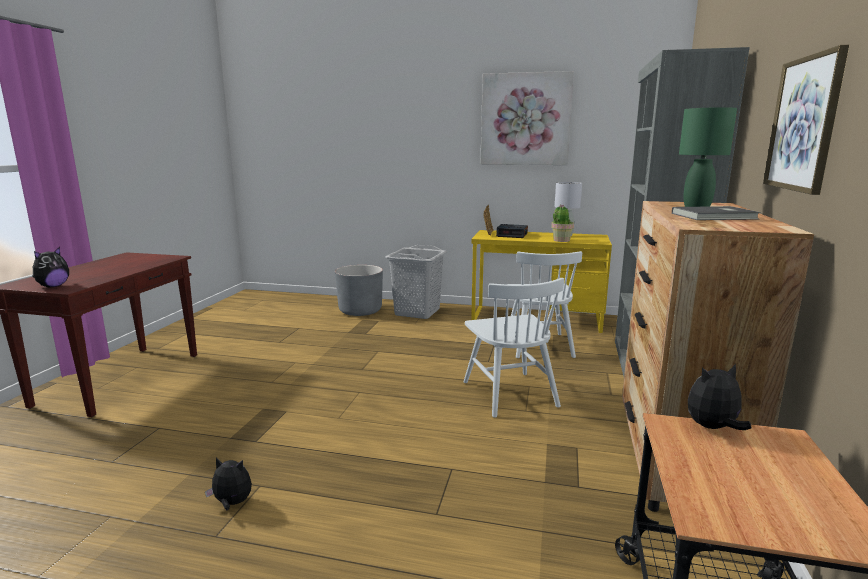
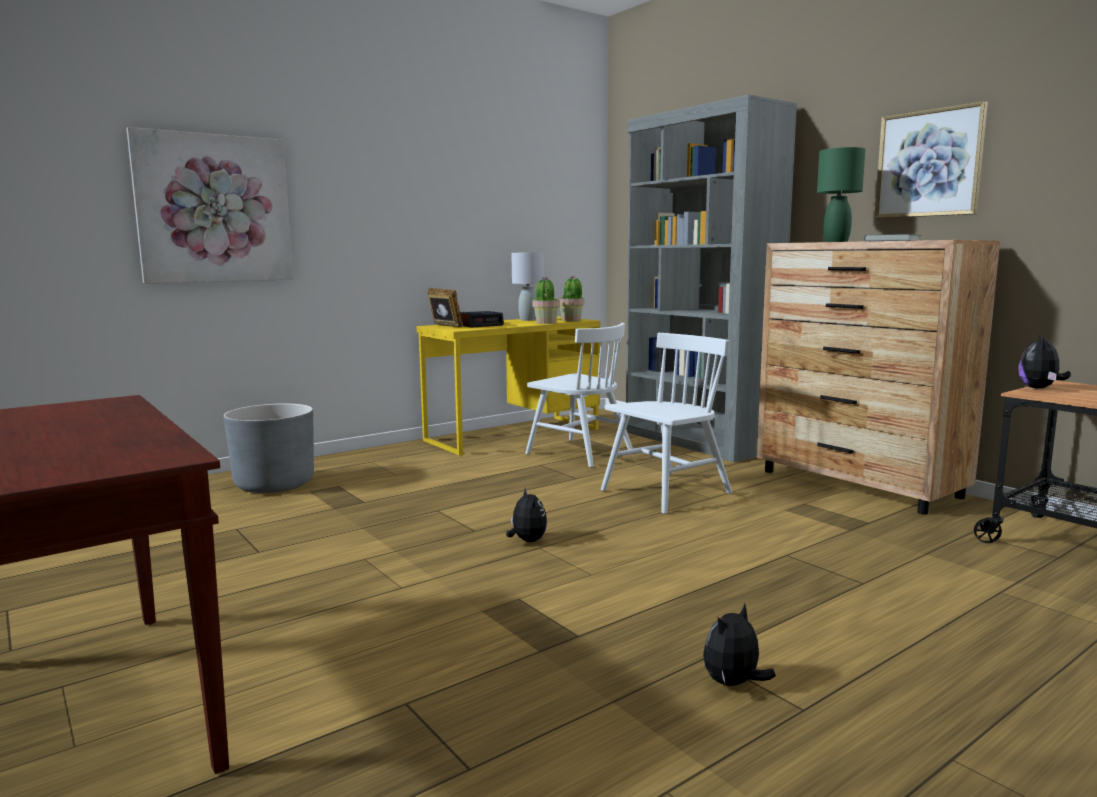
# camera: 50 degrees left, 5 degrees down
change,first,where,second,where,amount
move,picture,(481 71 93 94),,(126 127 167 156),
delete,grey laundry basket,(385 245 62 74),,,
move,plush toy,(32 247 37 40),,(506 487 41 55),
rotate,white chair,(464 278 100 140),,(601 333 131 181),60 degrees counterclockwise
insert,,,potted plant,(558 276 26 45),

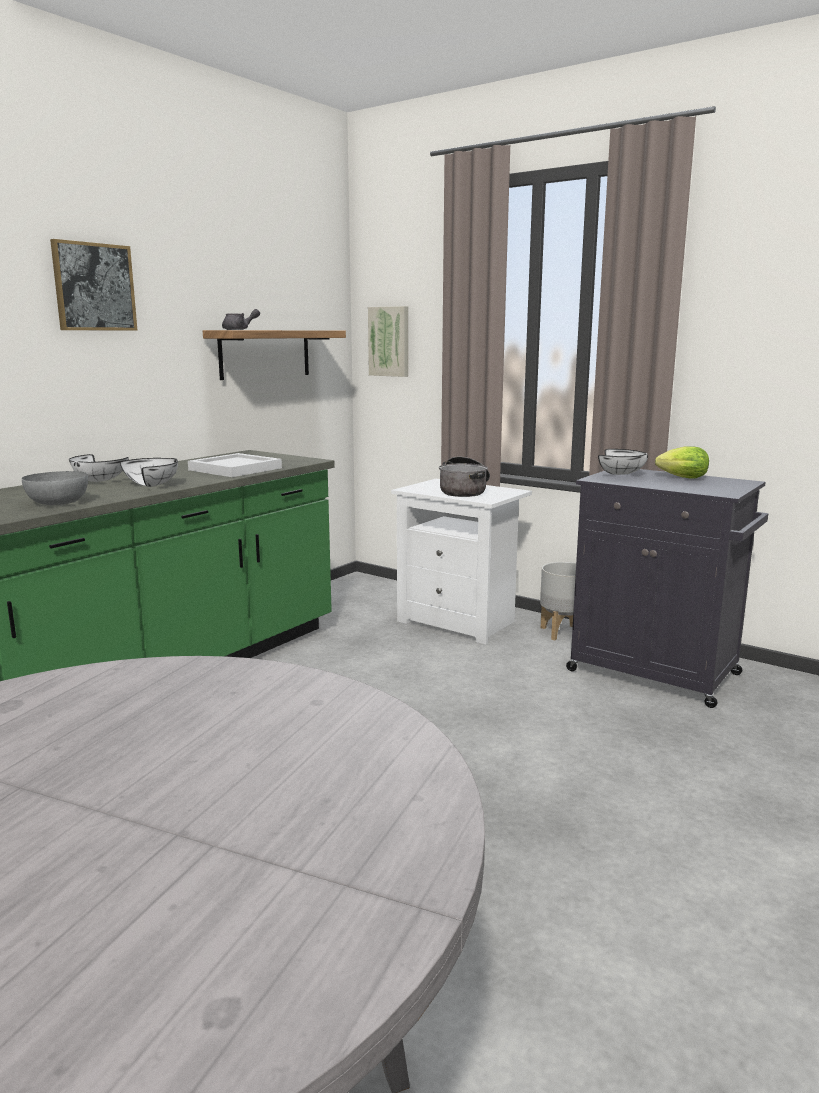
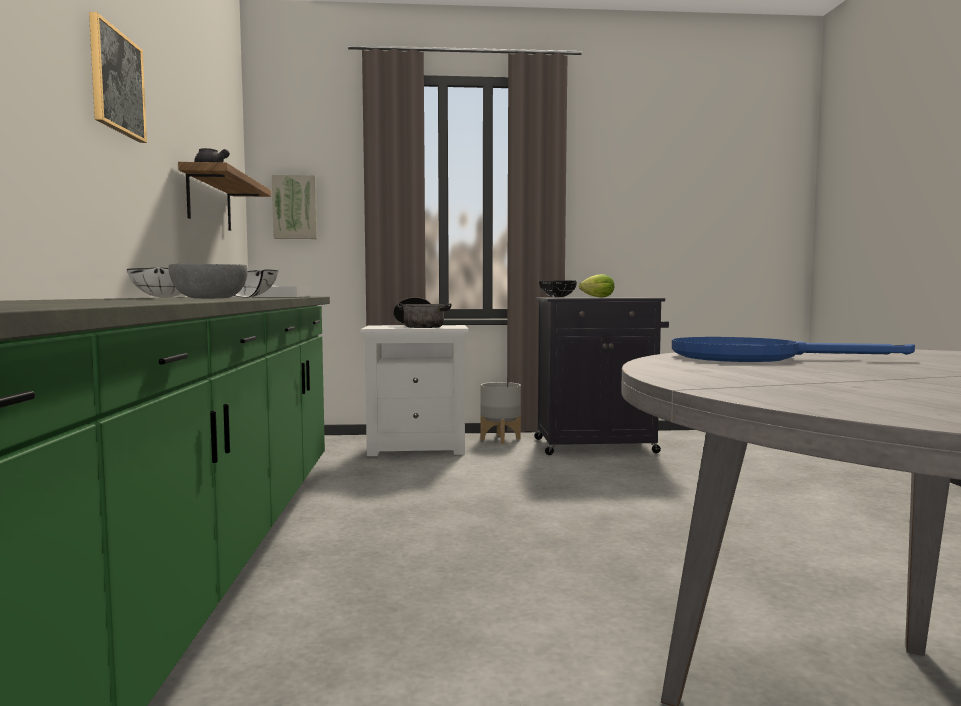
# camera: 40 degrees left, 10 degrees down
change,first,where,second,where,amount
recolor,white bowl,(598 449 50 26),black bowl,(539 280 38 18),
insert,,,blue frying pan,(672 337 243 25),

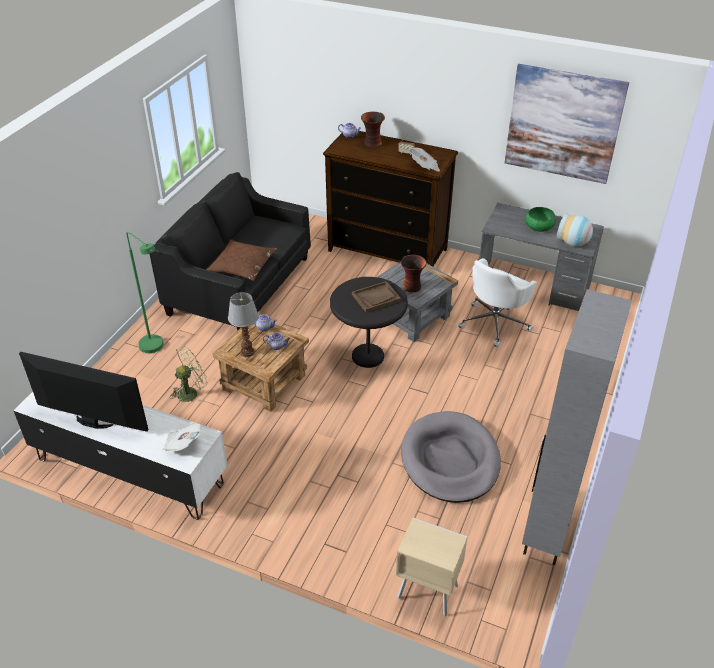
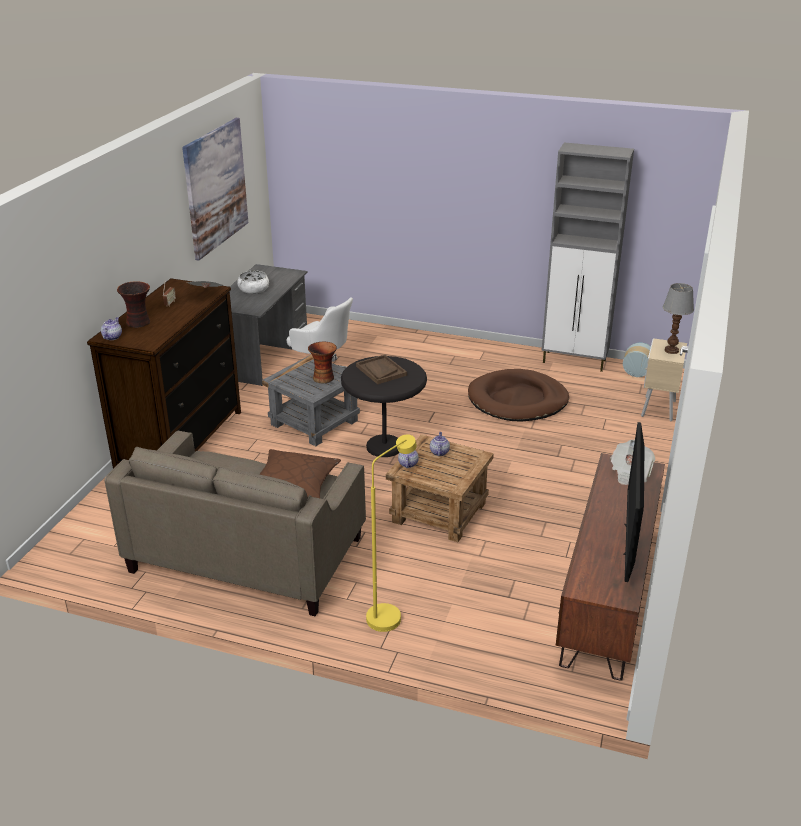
# camera: 95 degrees left, 10 degrees down
change,first,where,second,where,amount
recolor,black sofa,(150 172 161 159),beige sofa,(105 430 261 187),
recolor,green bowl,(525 207 31 25),white bowl,(237 270 32 24),
move,vase,(557 213 36 33),,(623 342 28 35),
recolor,green floor lamp,(126 232 37 121),yellow floor lamp,(366 434 51 198),
move,table lamp,(228 292 31 65),,(663 283 31 71),
delete,green fan,(170 346 38 57),,,
recolor,white tv stand,(13 392 214 128),brown tv stand,(556 453 109 228),
recolor,grey dog bed,(401 411 100 92),brown dog bed,(468 369 101 53),

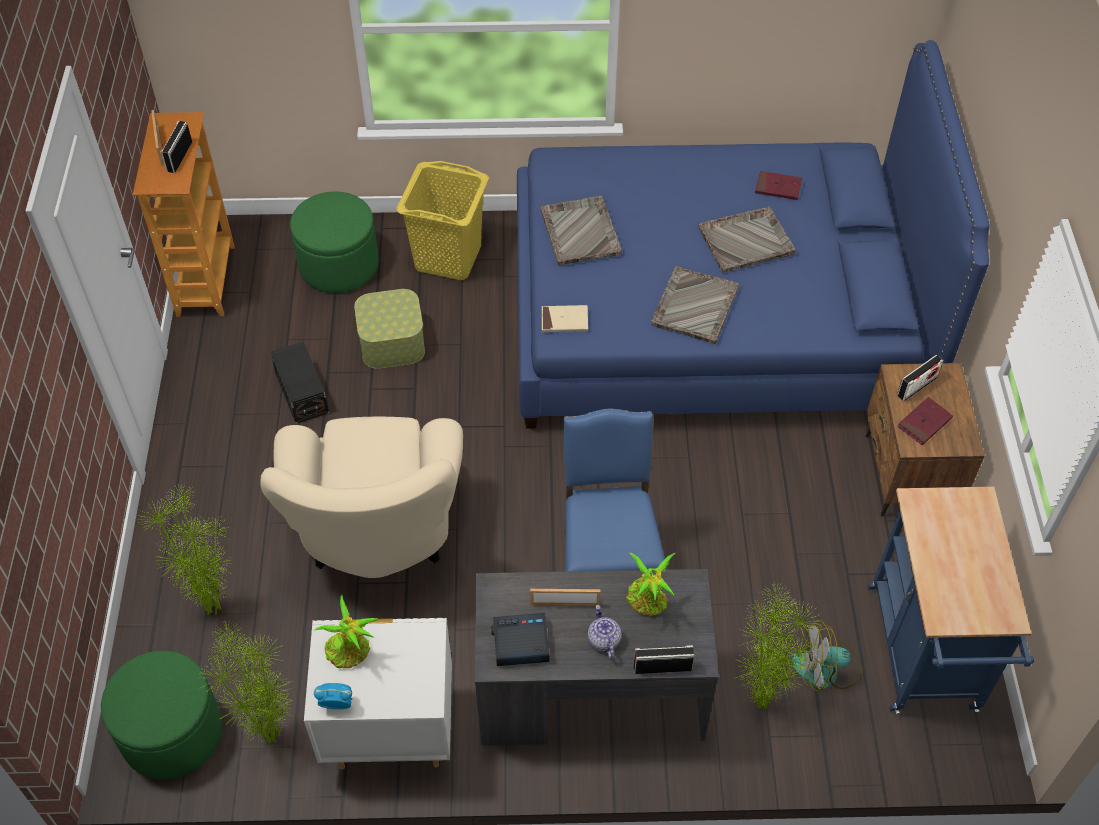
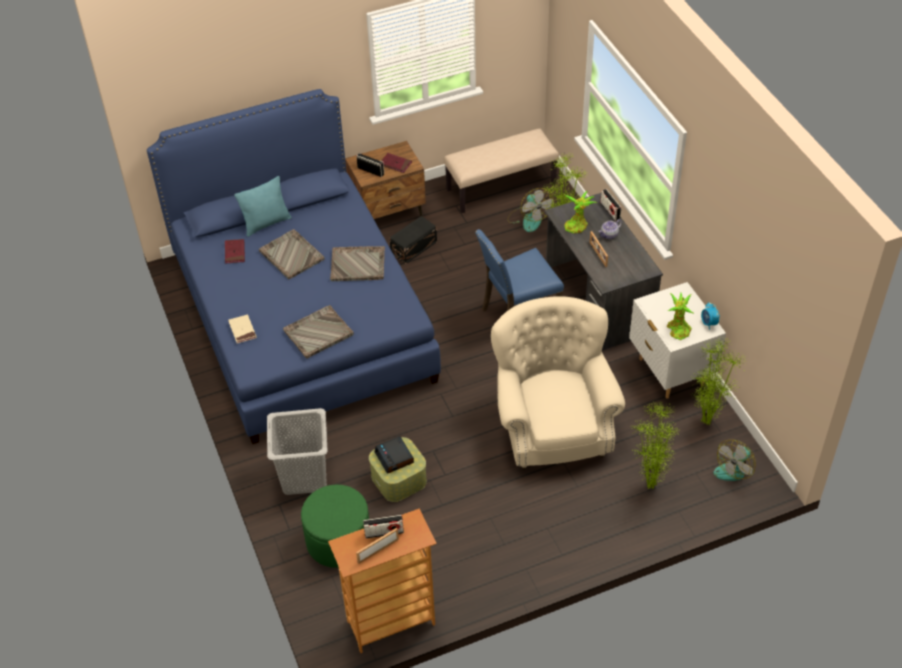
# camera: 110 degrees left, 5 degrees down
change,first,where,second,where,amount
recolor,yellow laundry basket,(396 161 93 119),grey laundry basket,(267 408 61 87),
move,beige book,(542 305 46 27),,(228 315 29 28),
move,black storage box,(270 341 59 83),,(390 216 47 48),
rotate,beige armchair,(260 417 203 161),,(491 296 134 174),75 degrees counterclockwise
replace,blue cart,(868 487 166 227),beige bench,(444 128 115 85),
move,alarm clock,(491 613 58 53),,(375 436 39 38),
replace,green ottoman,(101 651 121 128),fan,(713 440 43 41),
insert,,,turquoise pillow,(234 176 58 61),

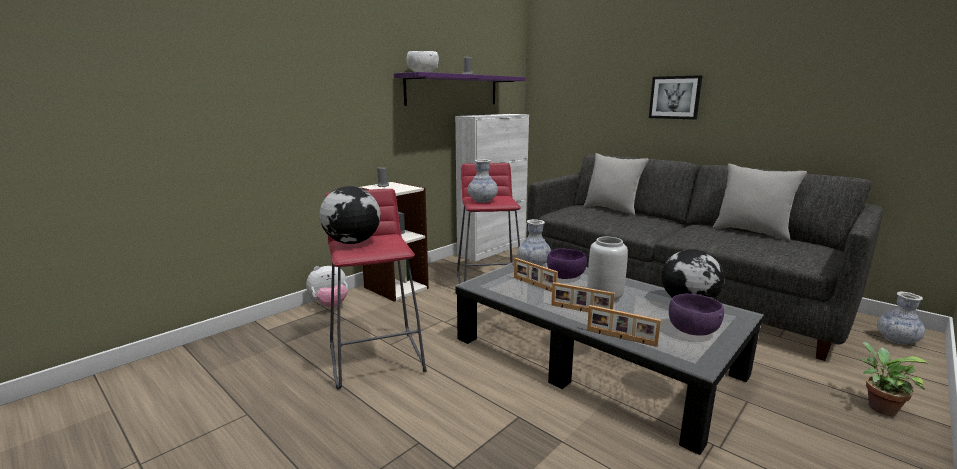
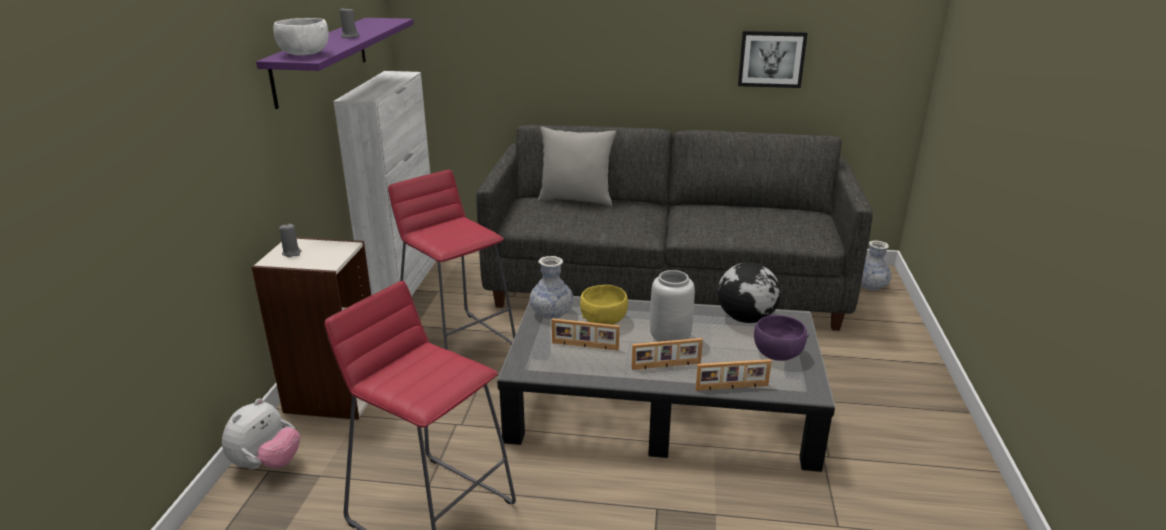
# camera: 35 degrees left, 10 degrees up
change,first,where,second,where,amount
move,picture,(649 75 54 45),,(738 31 70 57),
delete,vase,(468 159 30 44),,,
delete,grey pillow,(713 164 94 77),,,
delete,globe,(320 186 61 58),,,
recolor,purple bowl,(547 248 40 31),yellow bowl,(580 285 48 40),
delete,potted plant,(860 341 70 75),,,

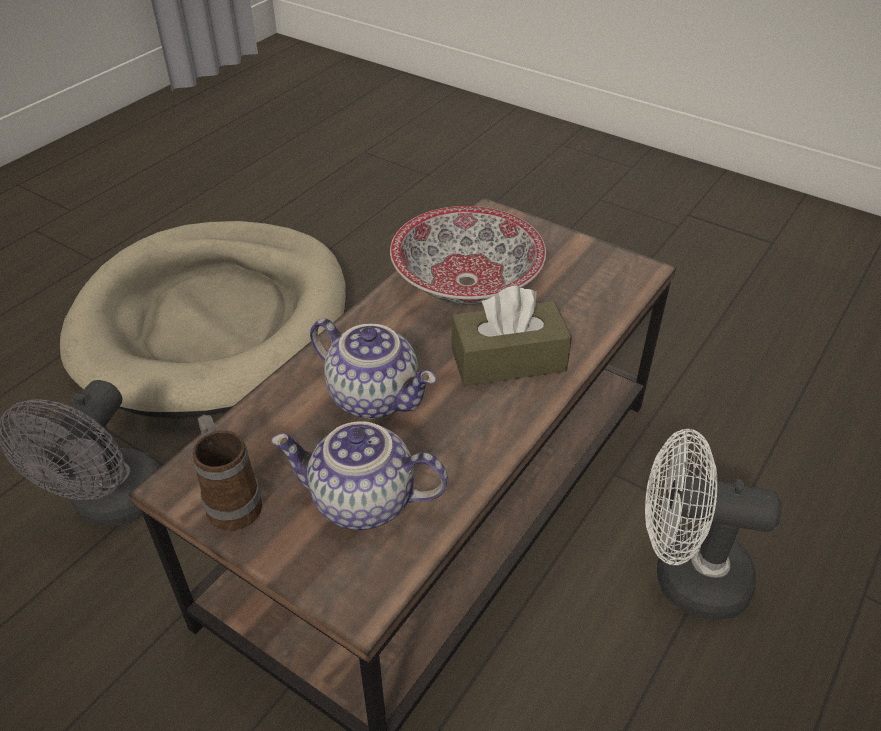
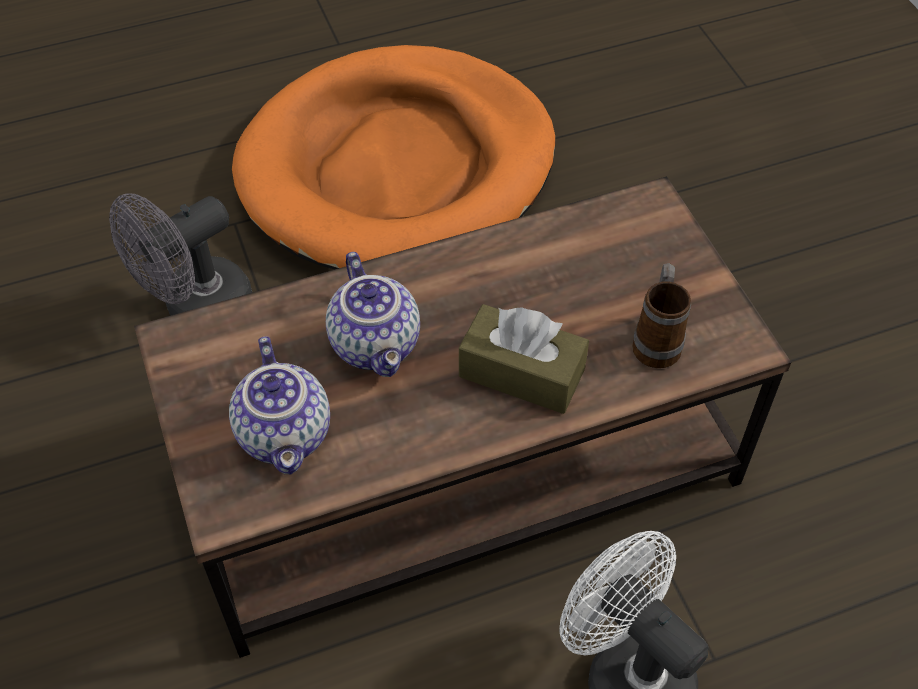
# camera: 35 degrees right, 10 degrees up
change,first,where,second,where,amount
delete,bowl,(390 206 156 99),,,
recolor,beige dog bed,(60 221 286 198),orange dog bed,(232 45 323 224),
move,mug,(193 415 69 116),,(632 263 59 105),
rotate,teapot,(271 421 177 109),,(229 336 101 138),150 degrees counterclockwise

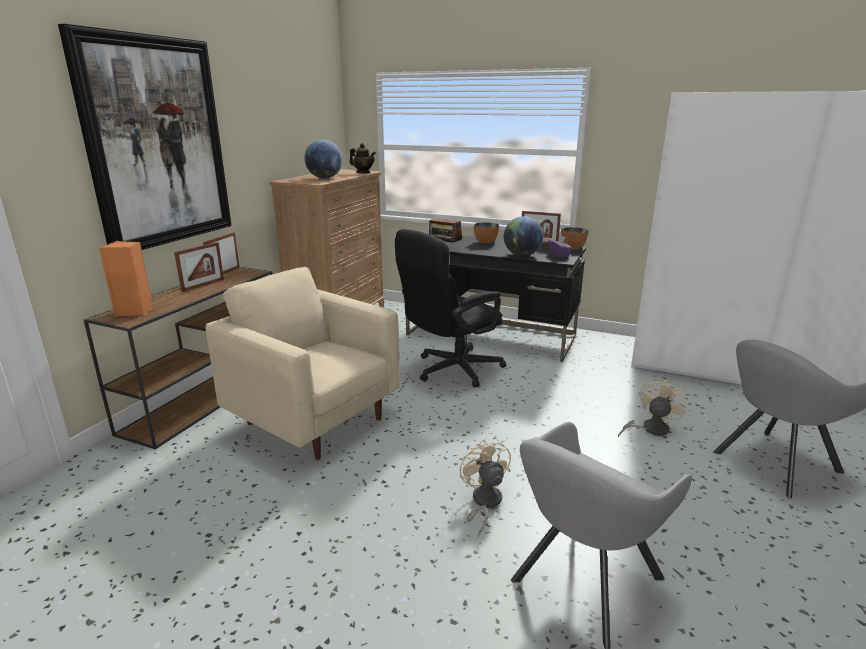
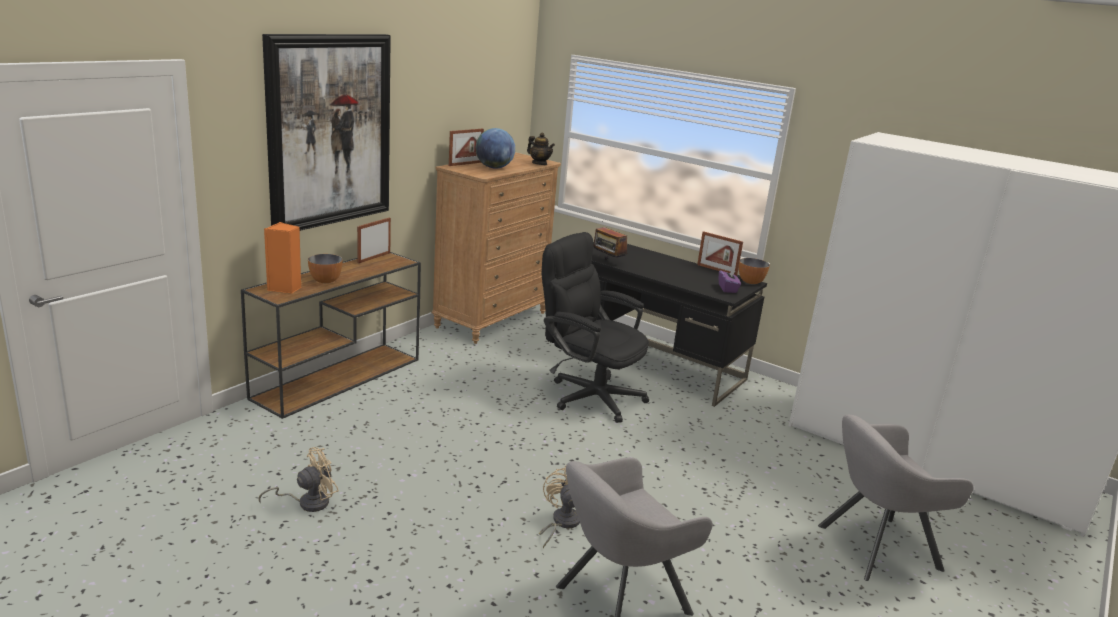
# camera: 10 degrees right, 0 degrees up
change,first,where,second,where,amount
delete,globe,(504 216 39 40),,,
move,bowl,(474 222 25 22),,(308 254 35 29),
rotate,black office chair,(395 229 111 159),,(542 232 107 191),60 degrees clockwise
move,picture frame,(174 242 50 50),,(449 129 35 37),
delete,beige armchair,(206 267 194 193),,,
move,beige fan,(618 380 68 58),,(258 447 81 65),

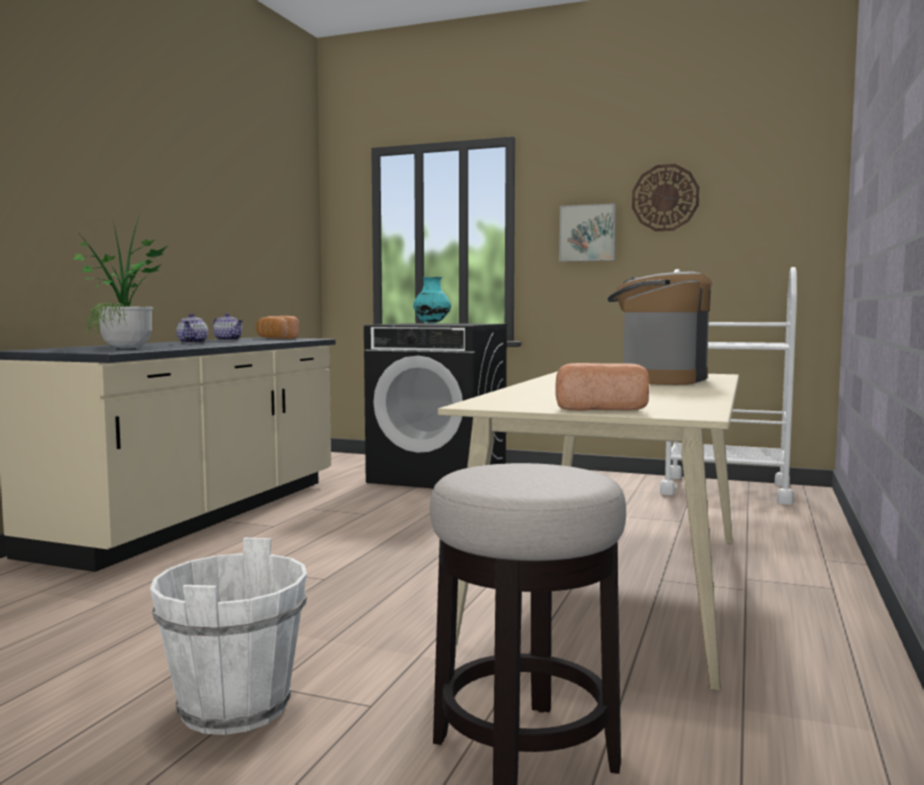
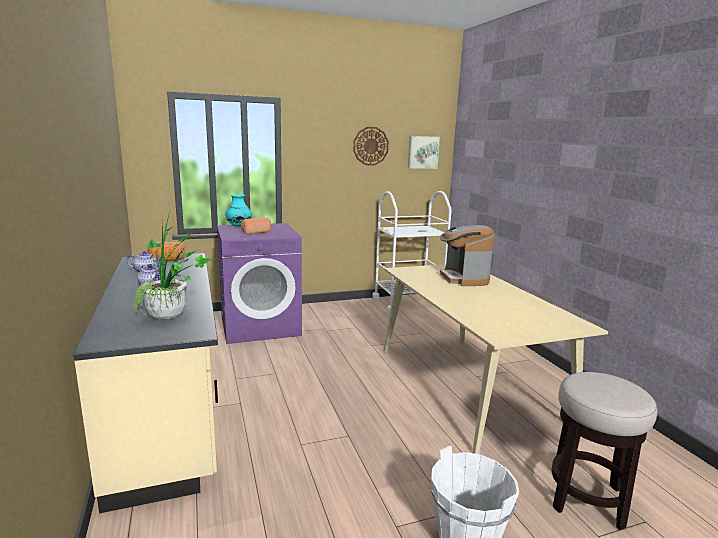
# camera: 40 degrees left, 10 degrees up
change,first,where,second,where,amount
move,picture,(559 203 57 59),,(408 136 32 33),
recolor,black washing machine,(364 323 144 165),purple washing machine,(217 223 85 121),
move,bread,(555 363 94 48),,(241 218 30 16),

